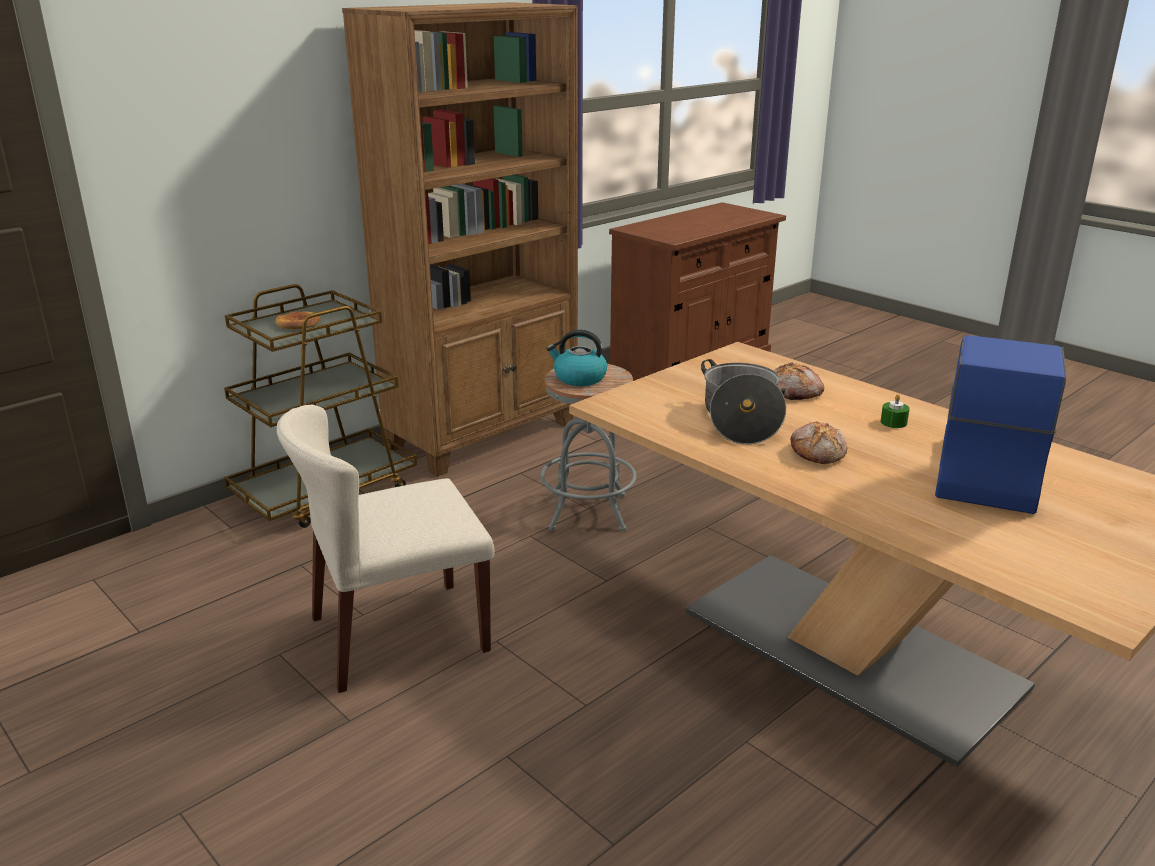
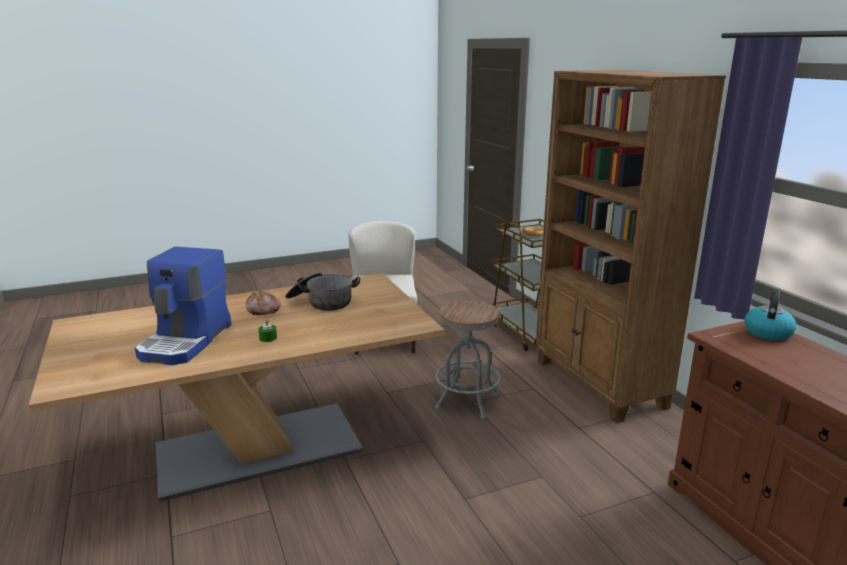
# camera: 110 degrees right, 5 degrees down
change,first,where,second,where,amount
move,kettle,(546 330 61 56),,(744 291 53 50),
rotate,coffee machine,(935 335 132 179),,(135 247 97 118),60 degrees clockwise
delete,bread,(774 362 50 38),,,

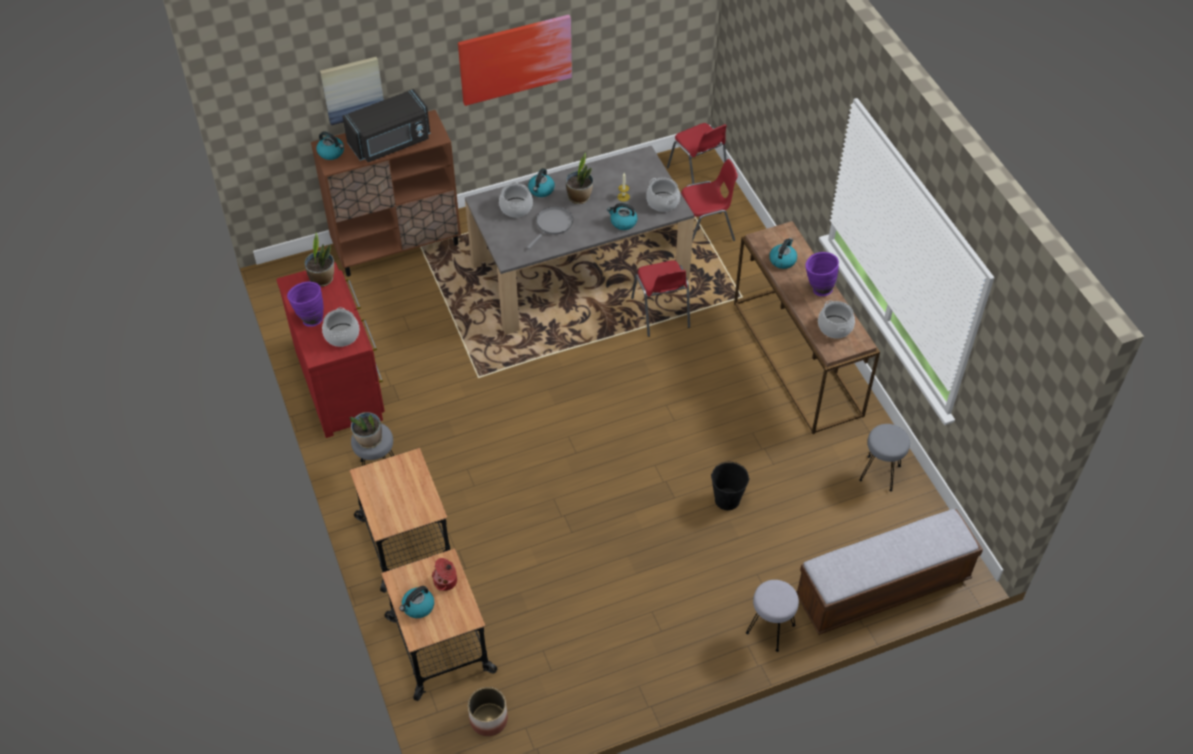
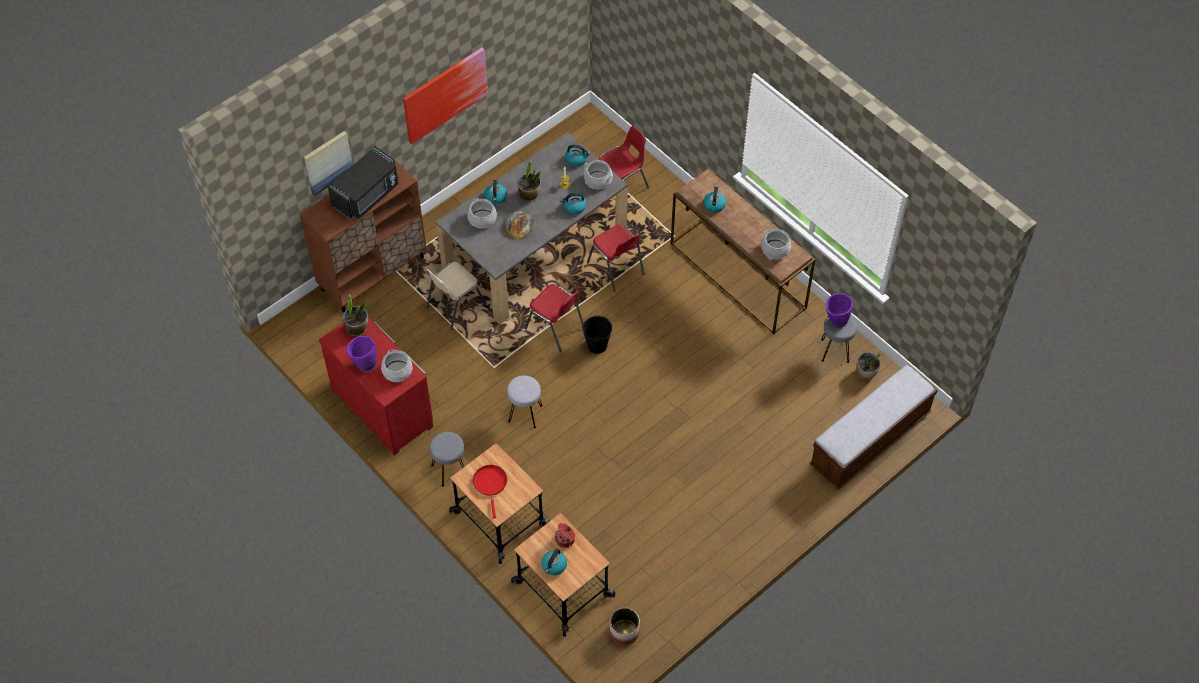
# camera: 20 degrees left, 5 degrees up
change,first,where,second,where,amount
move,red chair,(667 123 60 61),,(525 284 59 69),
move,kettle,(316 131 28 29),,(565 145 26 21),
replace,grey frying pan,(527 206 46 43),bread,(504 211 30 29),
move,purple vase,(805 252 34 44),,(826 293 26 35),
move,potted plant,(350 412 32 36),,(856 353 26 27),
move,black bucket,(711 462 39 48),,(583 315 29 39),
move,grey stool,(746 580 53 72),,(507 375 36 53),
insert,,,beige chair,(426 262 61 68),
insert,,,red frying pan,(473 465 34 53),

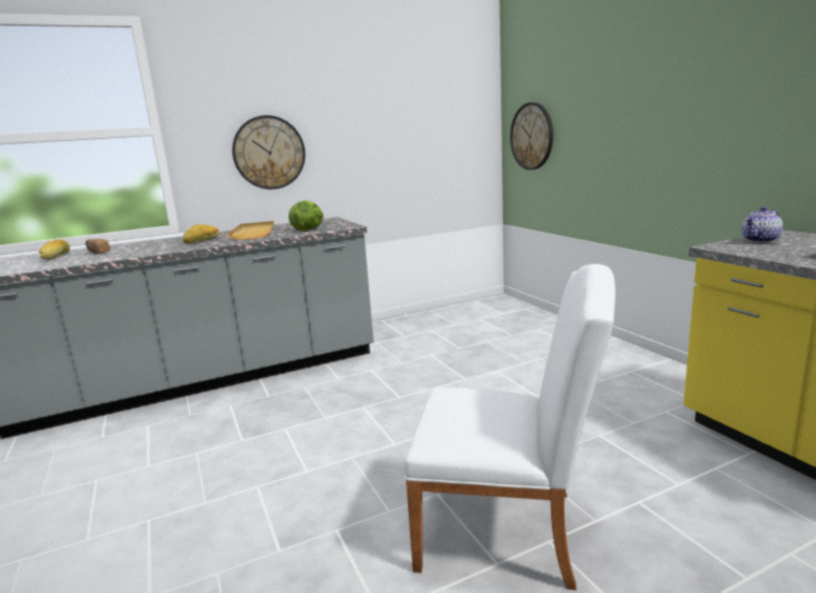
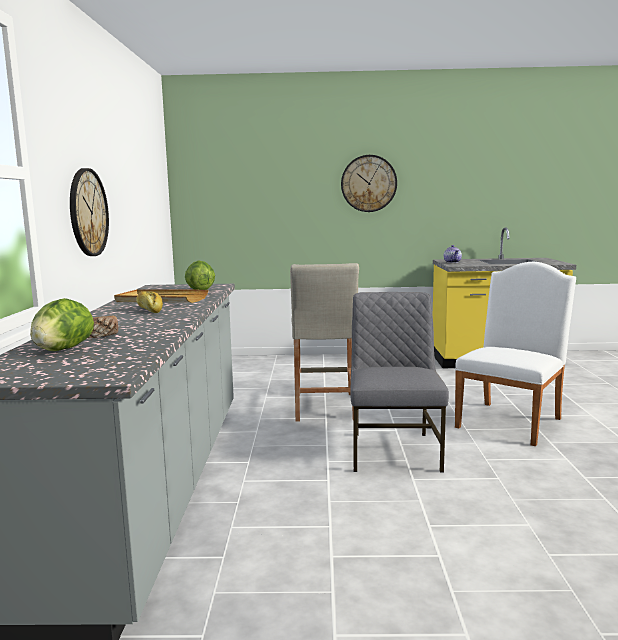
# camera: 65 degrees left, 5 degrees down
change,first,where,second,where,amount
move,wall clock,(510 102 43 68),,(341 155 56 57),
replace,bread,(39 239 31 21),lettuce,(30 298 64 53),
insert,,,beige stool,(290 263 69 159),
insert,,,grey chair,(350 292 99 181),

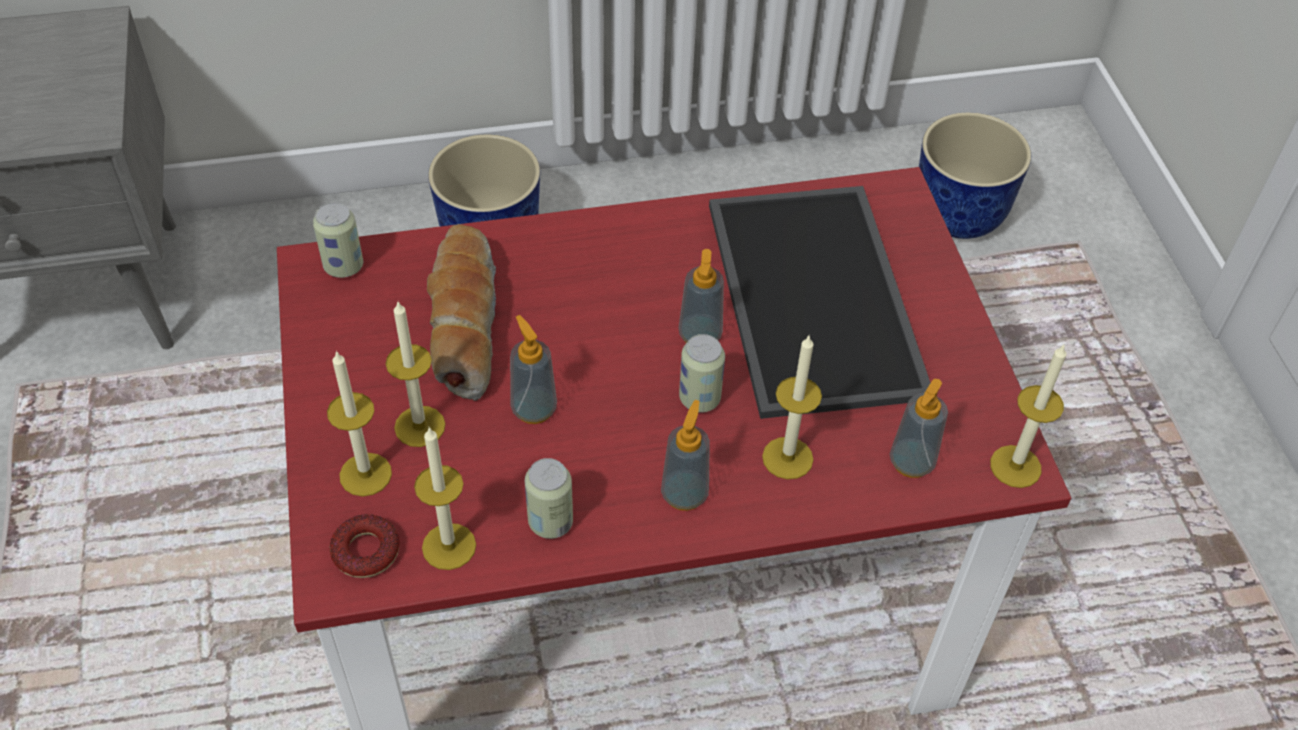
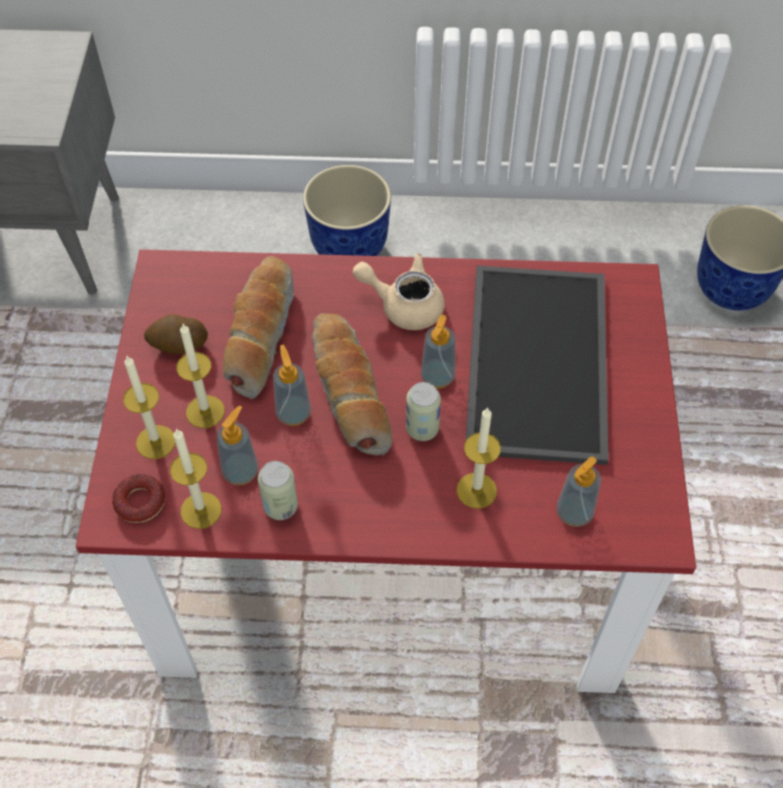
# camera: 15 degrees right, 5 degrees up
change,first,where,second,where,amount
delete,can,(313 202 50 76),,,
delete,candle,(990 345 77 143),,,
move,soap dispenser,(661 400 49 111),,(216 406 42 79),
insert,,,beige teapot,(353 253 92 77),
insert,,,bread,(312 313 80 142),
insert,,,potato,(144 314 64 40),

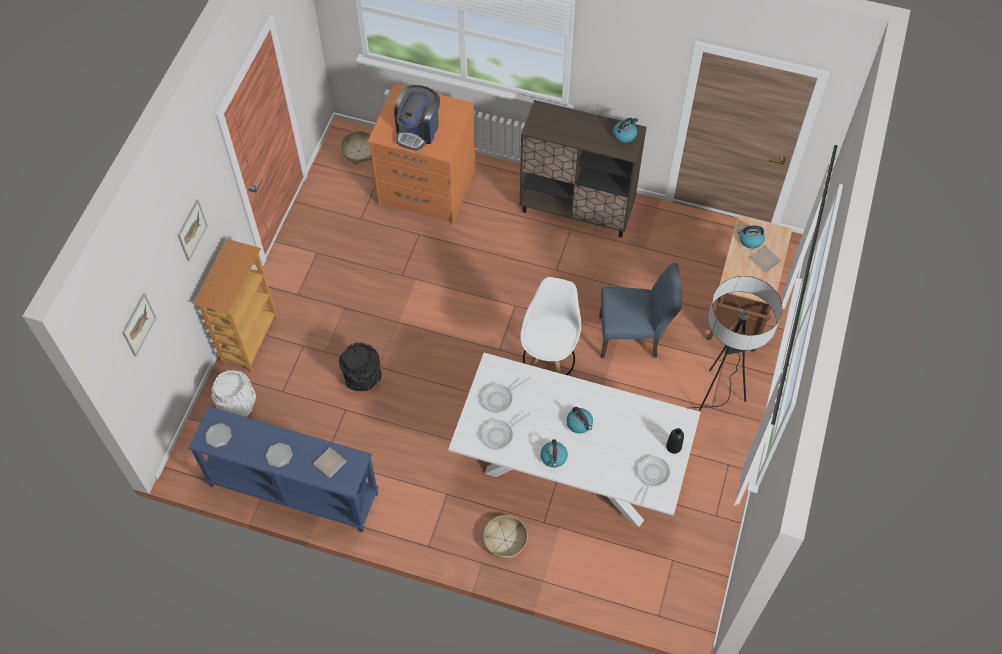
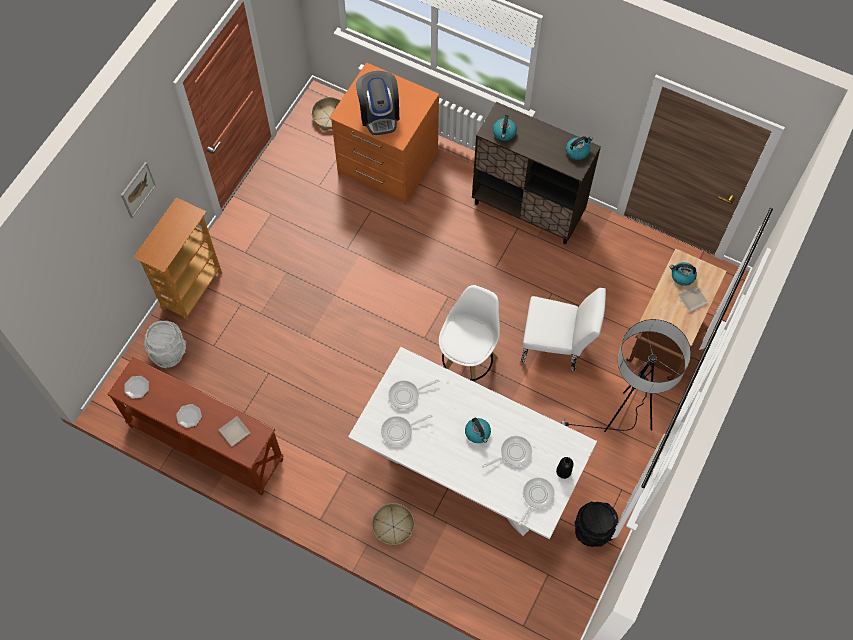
# camera: 10 degrees right, 5 degrees up
change,first,where,second,where,amount
rotate,coffee machine,(394 85 46 66),,(356 71 43 64),45 degrees counterclockwise
recolor,blue chair,(599 263 83 95),white chair,(521 288 85 83),
delete,picture,(122 293 34 63),,,
move,black bucket,(339 342 43 49),,(574 502 44 45),
recolor,blue console table,(189 406 190 126),brown console table,(107 357 177 138),
move,kettle,(540 439 28 29),,(493 115 24 26),
insert,,,frying pan,(482 436 50 32),

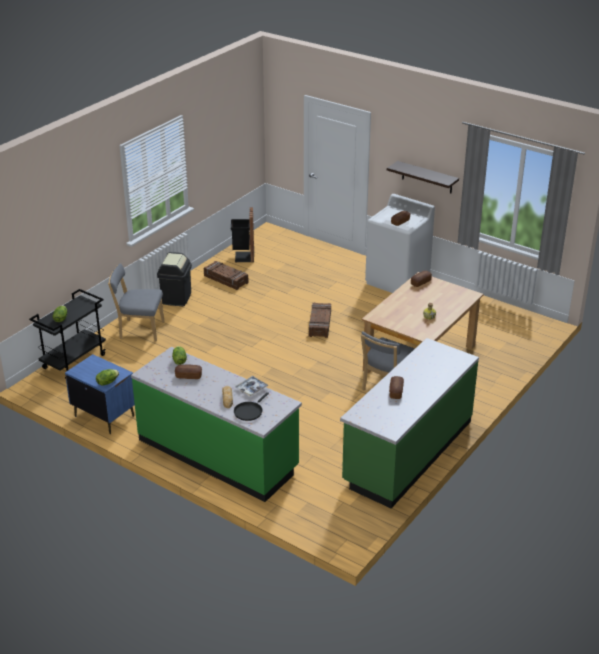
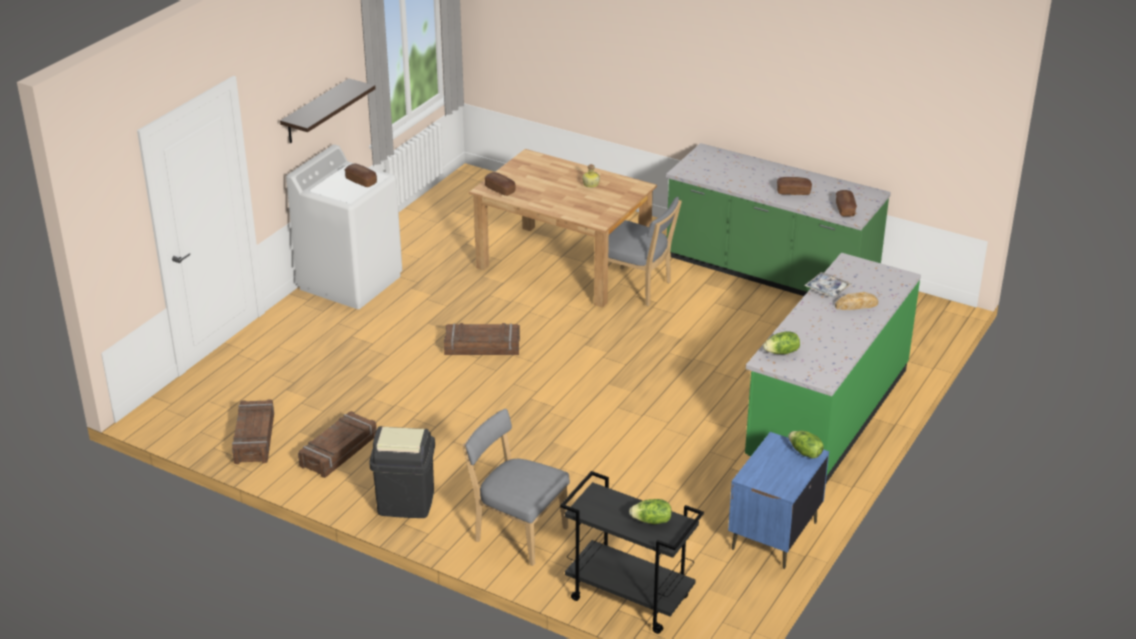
# camera: 95 degrees left, 0 degrees up
change,first,where,second,where,amount
replace,black trash can,(231 207 23 55),crate,(232 399 42 65),
rotate,grey chair,(108 263 56 79),,(462 409 108 157),120 degrees clockwise
move,bread,(175 365 27 14),,(836 190 21 27),
delete,black frying pan,(234 392 35 29),,,

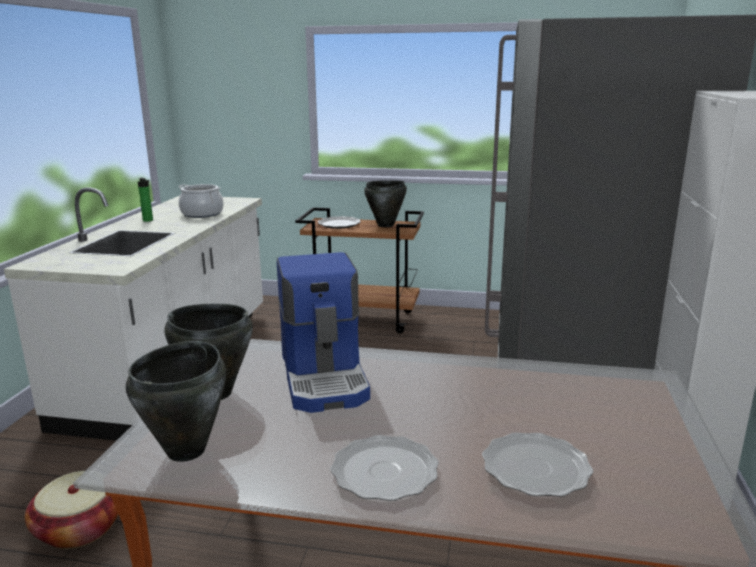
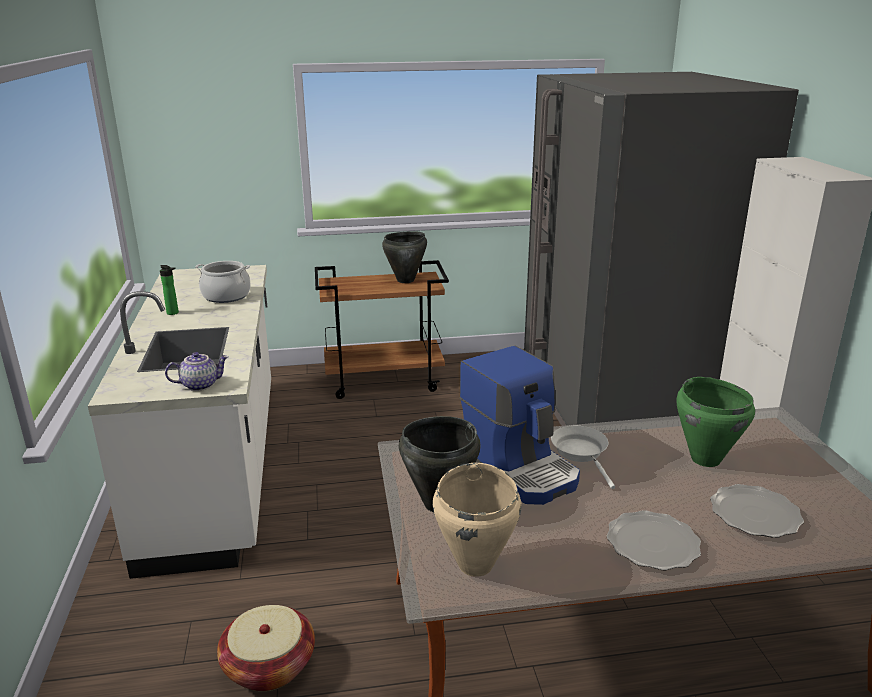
# camera: 20 degrees left, 5 degrees up
change,first,where,second,where,amount
delete,plate,(318 216 43 13),,,
recolor,black cooking pot,(126 341 100 121),beige cooking pot,(433 463 89 114),
insert,,,teapot,(165 352 64 39),
insert,,,green cooking pot,(677 377 78 90),
insert,,,white frying pan,(551 426 64 63),

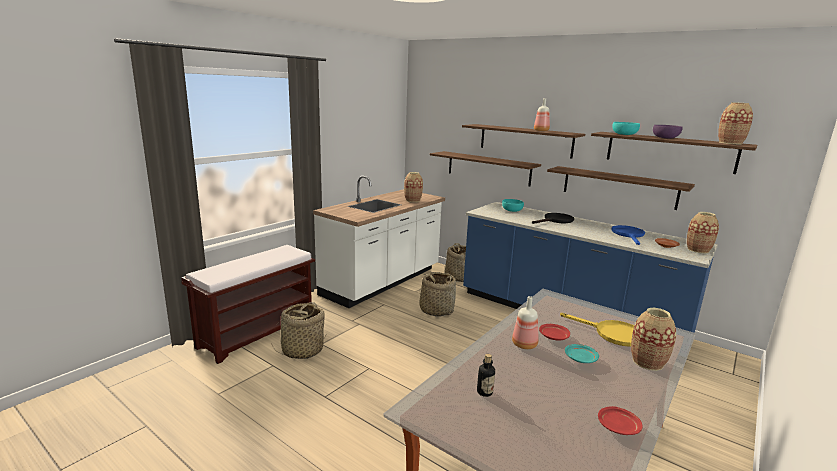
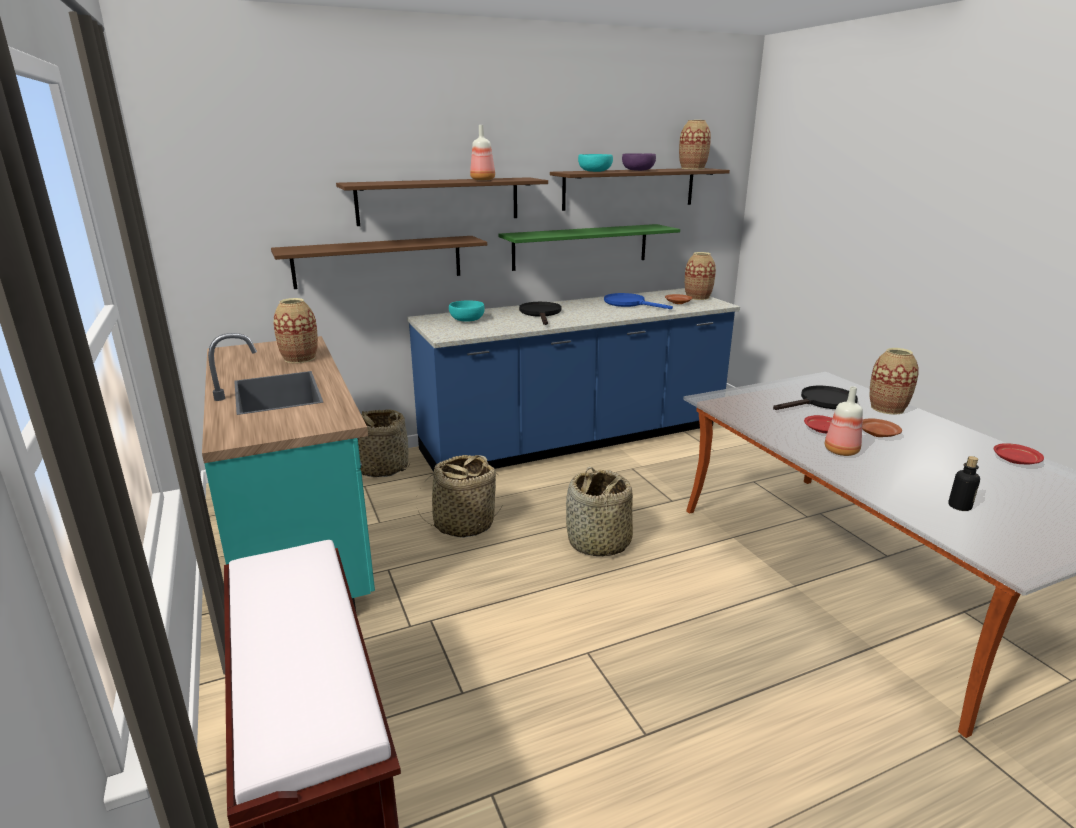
# camera: 60 degrees left, 5 degrees up
change,first,where,second,where,amount
recolor,brown shelf,(547 166 148 44),green shelf,(498 224 182 47),
recolor,white counter,(313 176 132 132),turquoise counter,(202 333 173 278),
move,basket,(271 302 54 57),,(566 467 67 89),
recolor,yellow frying pan,(560 313 74 34),black frying pan,(773 386 85 24),
recolor,turquoise plate,(565 344 34 19),brown plate,(862 419 40 18),

